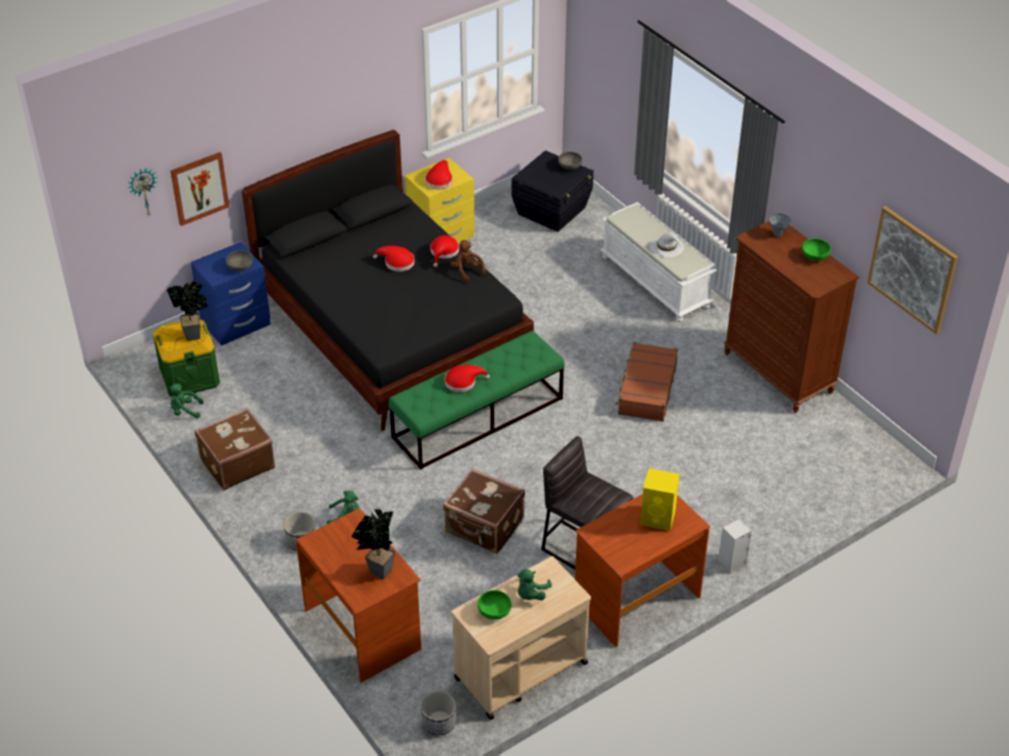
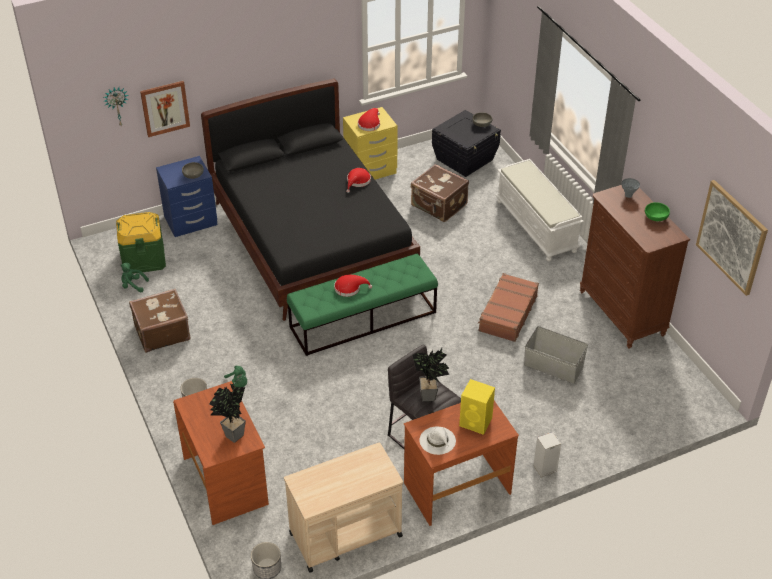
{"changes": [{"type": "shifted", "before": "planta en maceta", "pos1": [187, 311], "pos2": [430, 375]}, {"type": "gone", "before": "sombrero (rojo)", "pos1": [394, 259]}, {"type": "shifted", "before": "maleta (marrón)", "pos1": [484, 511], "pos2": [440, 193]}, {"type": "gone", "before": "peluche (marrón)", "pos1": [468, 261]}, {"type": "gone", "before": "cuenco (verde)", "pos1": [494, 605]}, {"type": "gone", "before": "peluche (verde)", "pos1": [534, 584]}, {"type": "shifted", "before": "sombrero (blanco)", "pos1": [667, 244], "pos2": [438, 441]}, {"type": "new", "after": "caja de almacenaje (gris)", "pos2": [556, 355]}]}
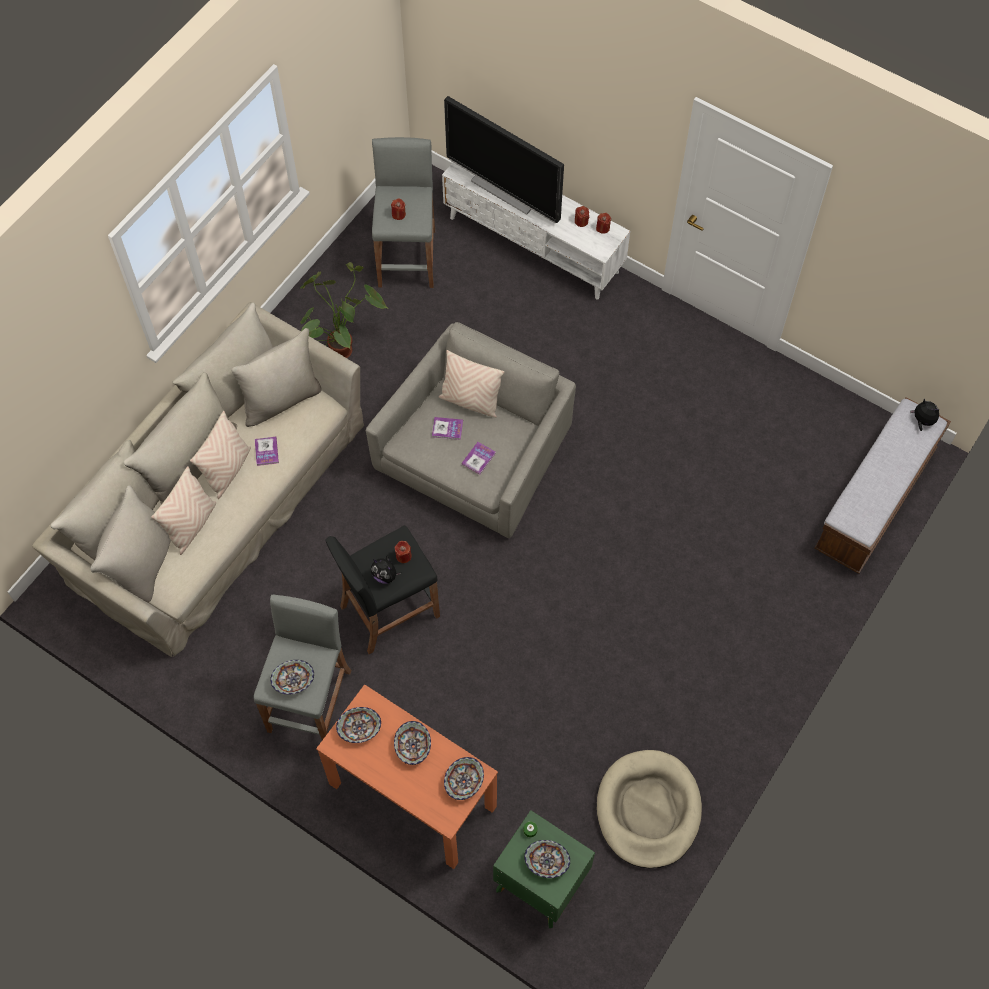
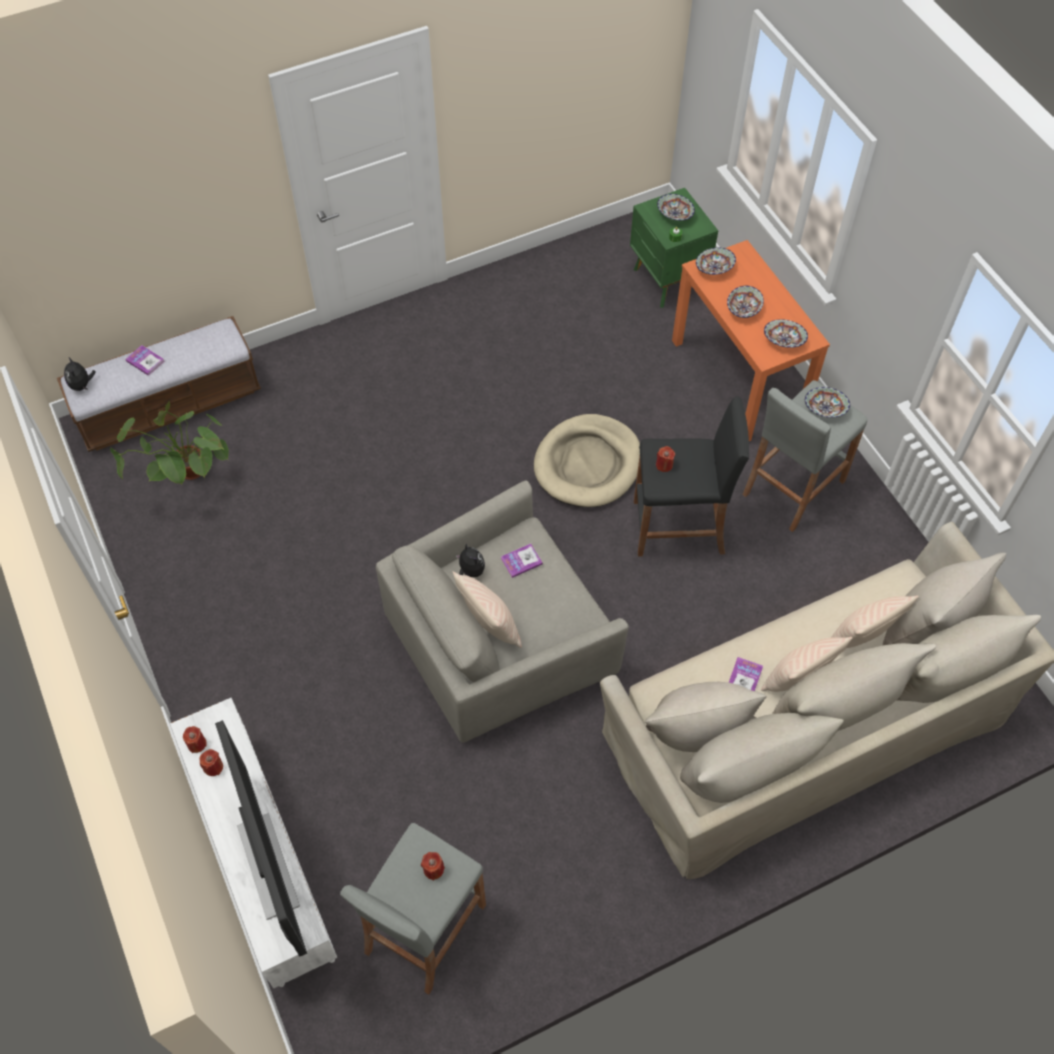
{"changes": [{"type": "shifted", "before": "planta en maceta", "pos1": [344, 310], "pos2": [169, 442]}, {"type": "shifted", "before": "peluche", "pos1": [386, 569], "pos2": [470, 560]}, {"type": "shifted", "before": "libro", "pos1": [447, 428], "pos2": [144, 360]}, {"type": "shifted", "before": "cama para perro (beis)", "pos1": [649, 809], "pos2": [587, 461]}]}
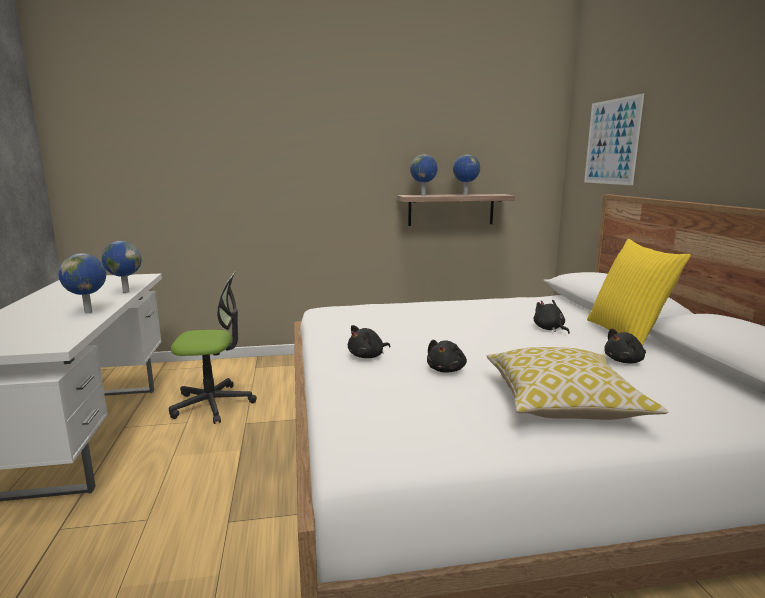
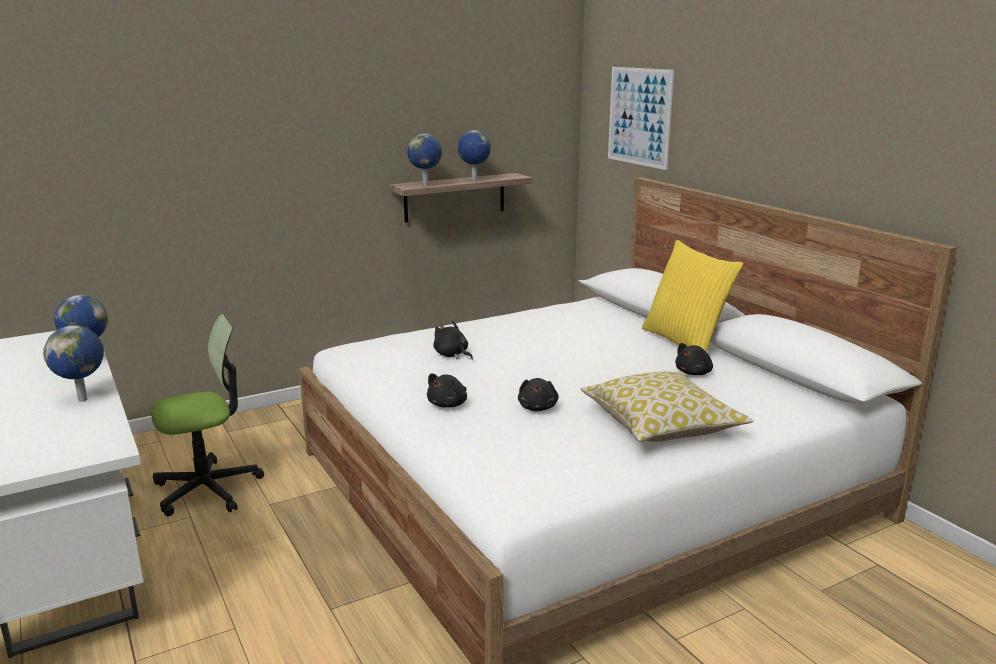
{"changes": [{"type": "shifted", "before": "peluche (negro)", "pos1": [551, 317], "pos2": [453, 340]}]}
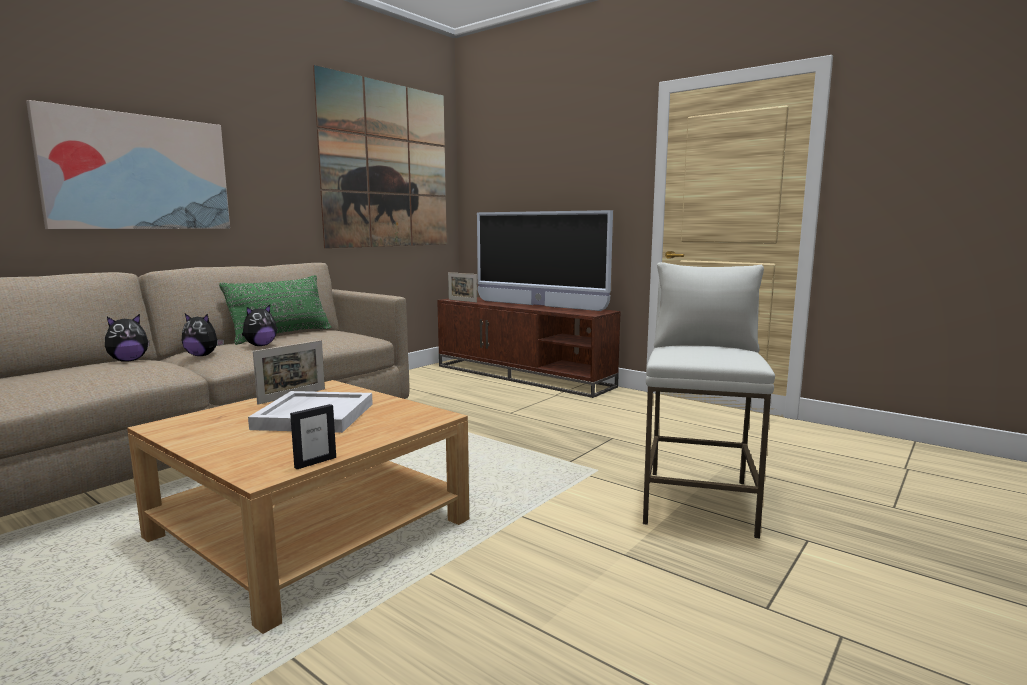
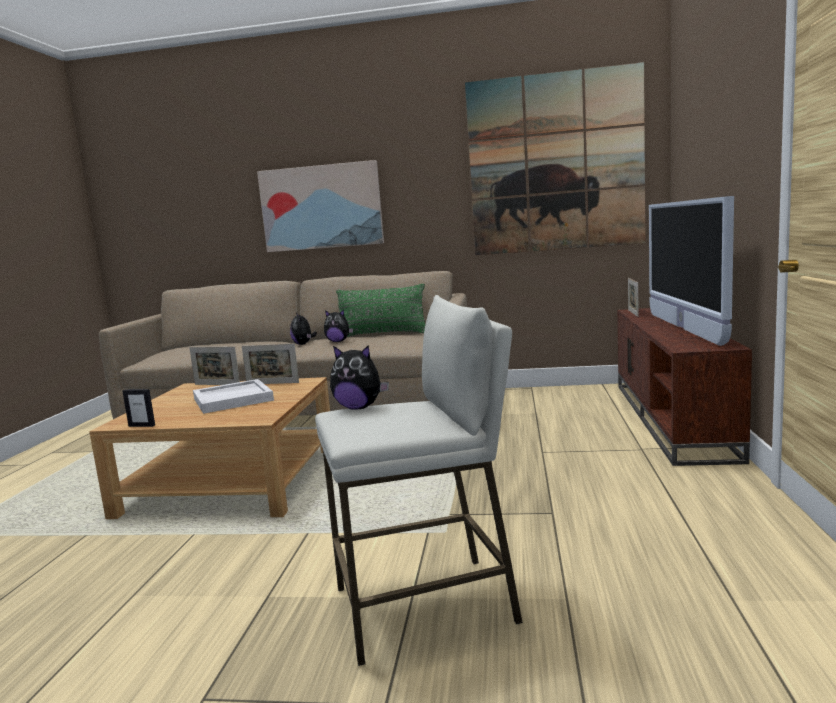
{"changes": [{"type": "shifted", "before": "peluche", "pos1": [127, 338], "pos2": [359, 378]}, {"type": "new", "after": "portarretratos", "pos2": [214, 365]}]}
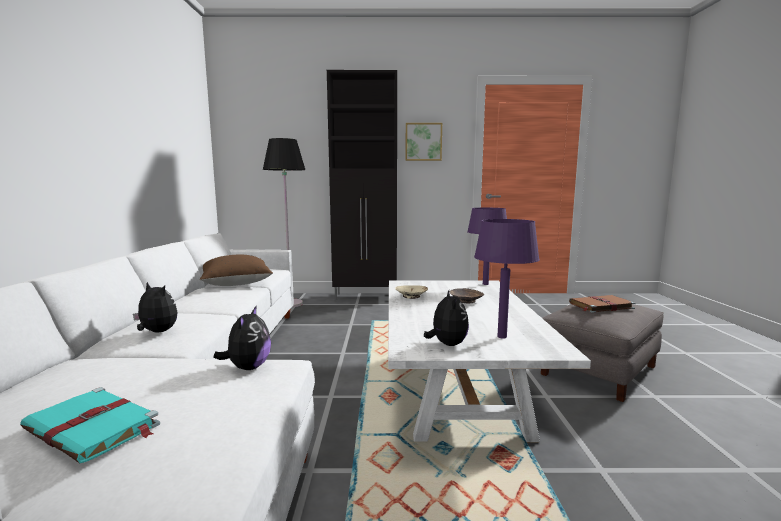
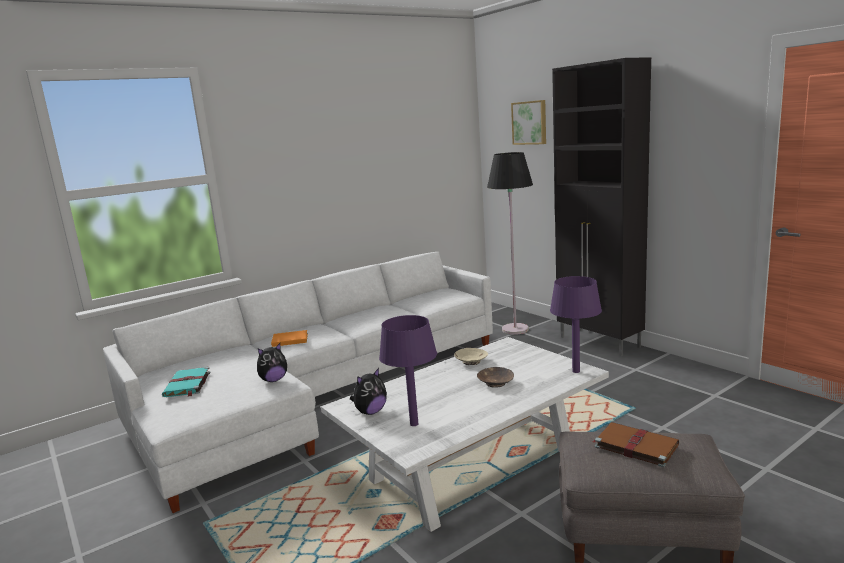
{"changes": [{"type": "swapped", "before": "peluche", "after": "libro (naranja)", "pos1": [155, 307], "pos2": [289, 338]}, {"type": "gone", "before": "cojín (marrón)", "pos1": [236, 270]}, {"type": "shifted", "before": "cuadro", "pos1": [423, 142], "pos2": [528, 122]}]}
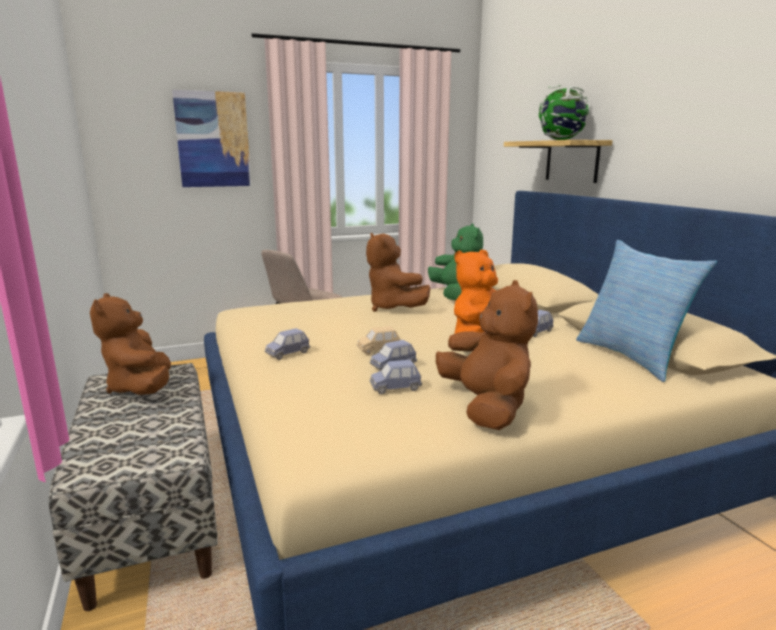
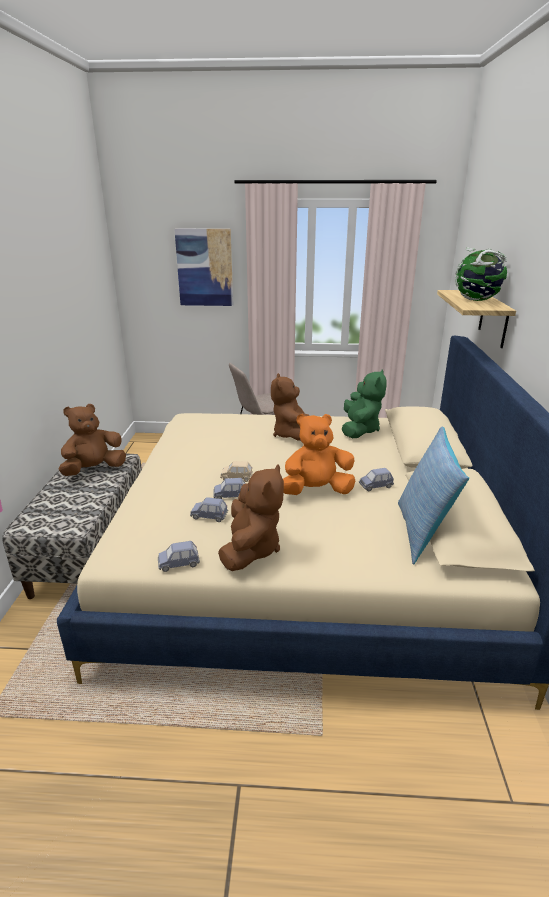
{"changes": [{"type": "rotated", "before": "peluche (marrón)", "pos1": [130, 344], "pos2": [92, 440], "turn": 45}, {"type": "shifted", "before": "coche de juguete (azul)", "pos1": [287, 344], "pos2": [179, 556]}]}
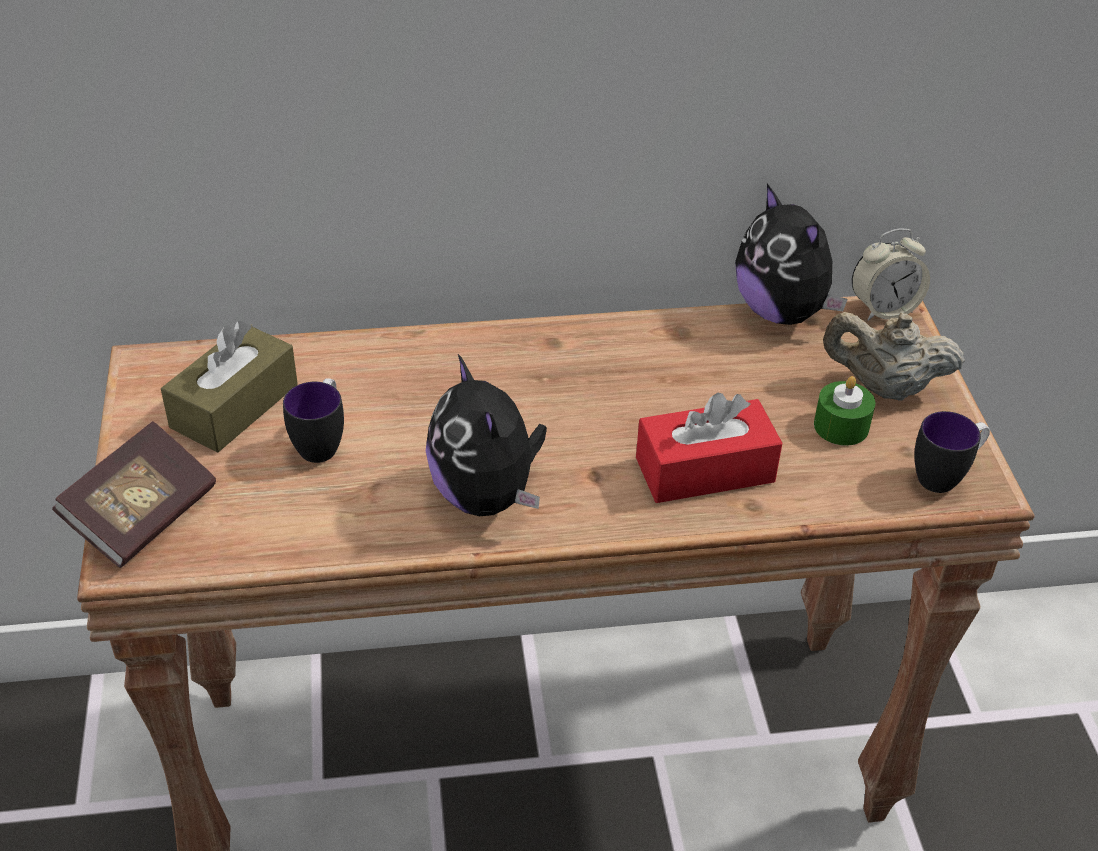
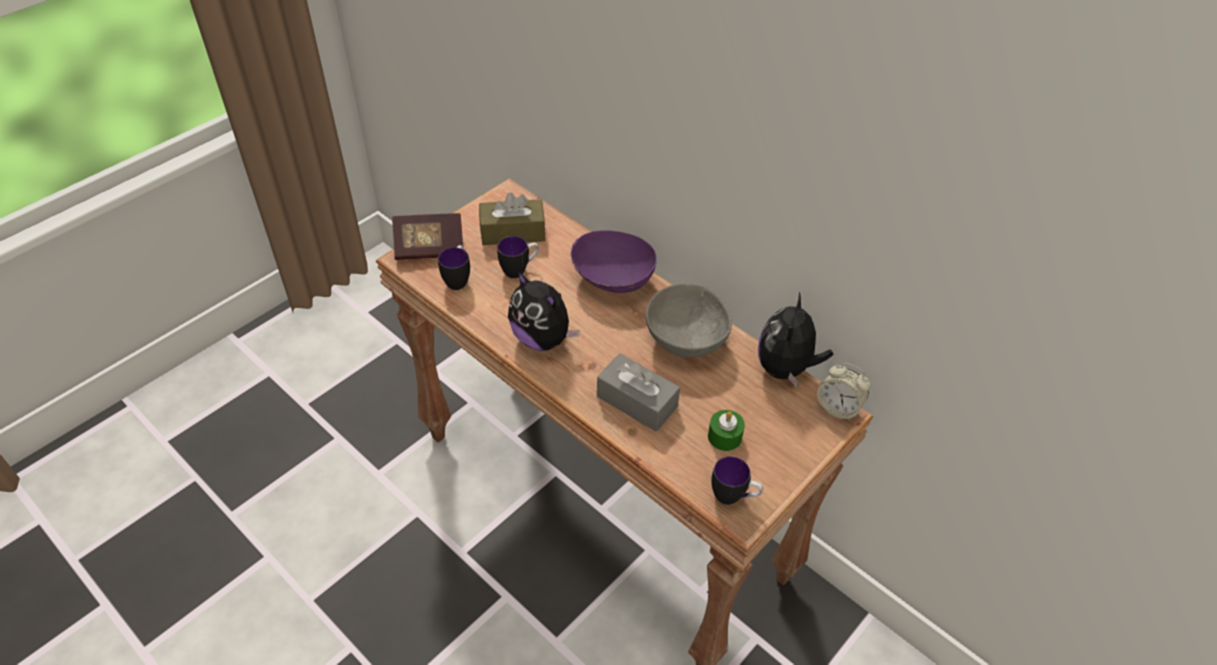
{"changes": [{"type": "rotated", "before": "peluche", "pos1": [486, 435], "pos2": [544, 311], "turn": -75}, {"type": "repainted", "before": "caja de pañuelos (rojo)", "after": "caja de pañuelos (gris)", "pos1": [709, 448], "pos2": [638, 392]}, {"type": "gone", "before": "tetera (beis)", "pos1": [894, 356]}, {"type": "new", "after": "taza grande", "pos2": [454, 267]}, {"type": "new", "after": "cuenco (morado)", "pos2": [614, 261]}, {"type": "new", "after": "cuenco (gris)", "pos2": [689, 320]}]}
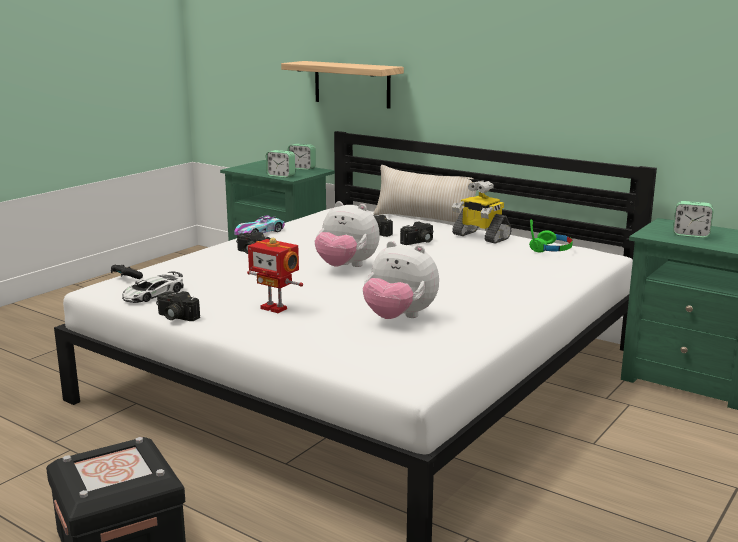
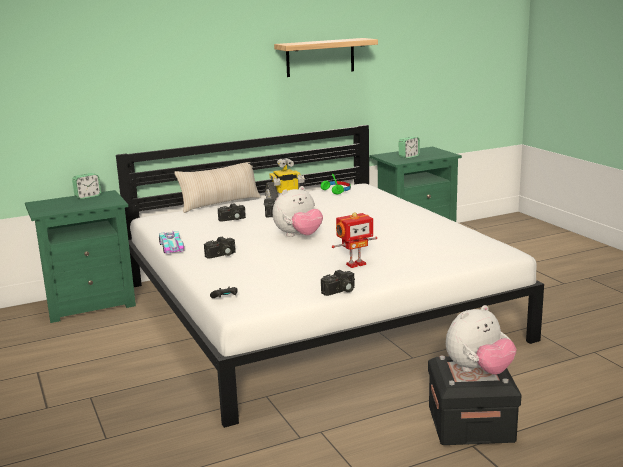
{"changes": [{"type": "gone", "before": "coche de juguete", "pos1": [153, 287]}, {"type": "gone", "before": "despertador", "pos1": [280, 164]}, {"type": "shifted", "before": "estante", "pos1": [342, 85], "pos2": [326, 57]}, {"type": "shifted", "before": "peluche", "pos1": [401, 280], "pos2": [481, 340]}]}
